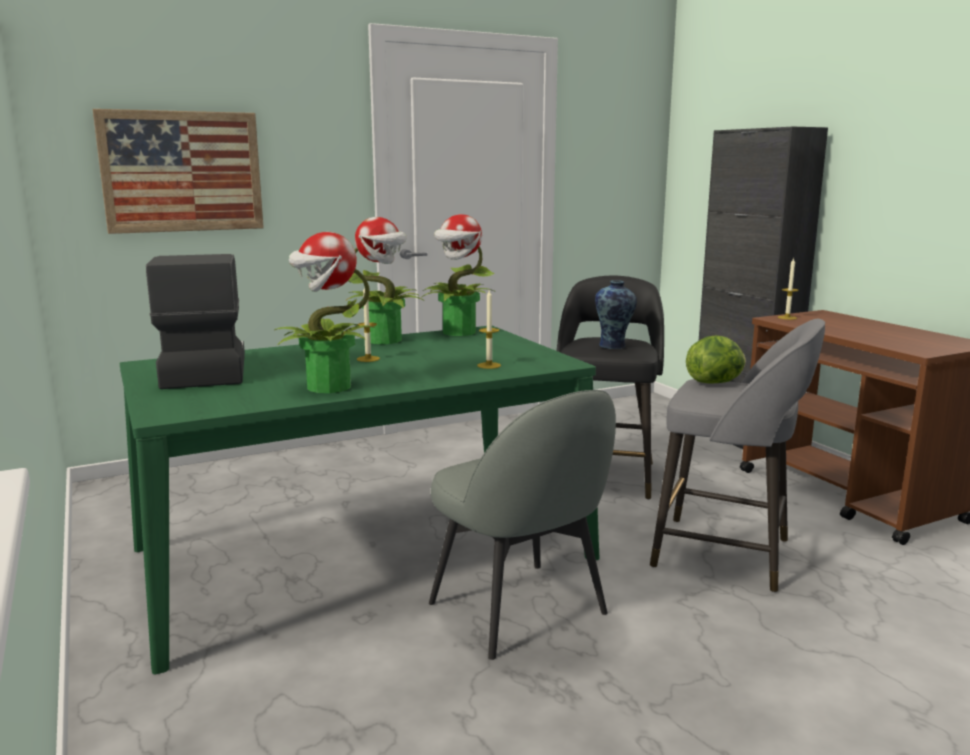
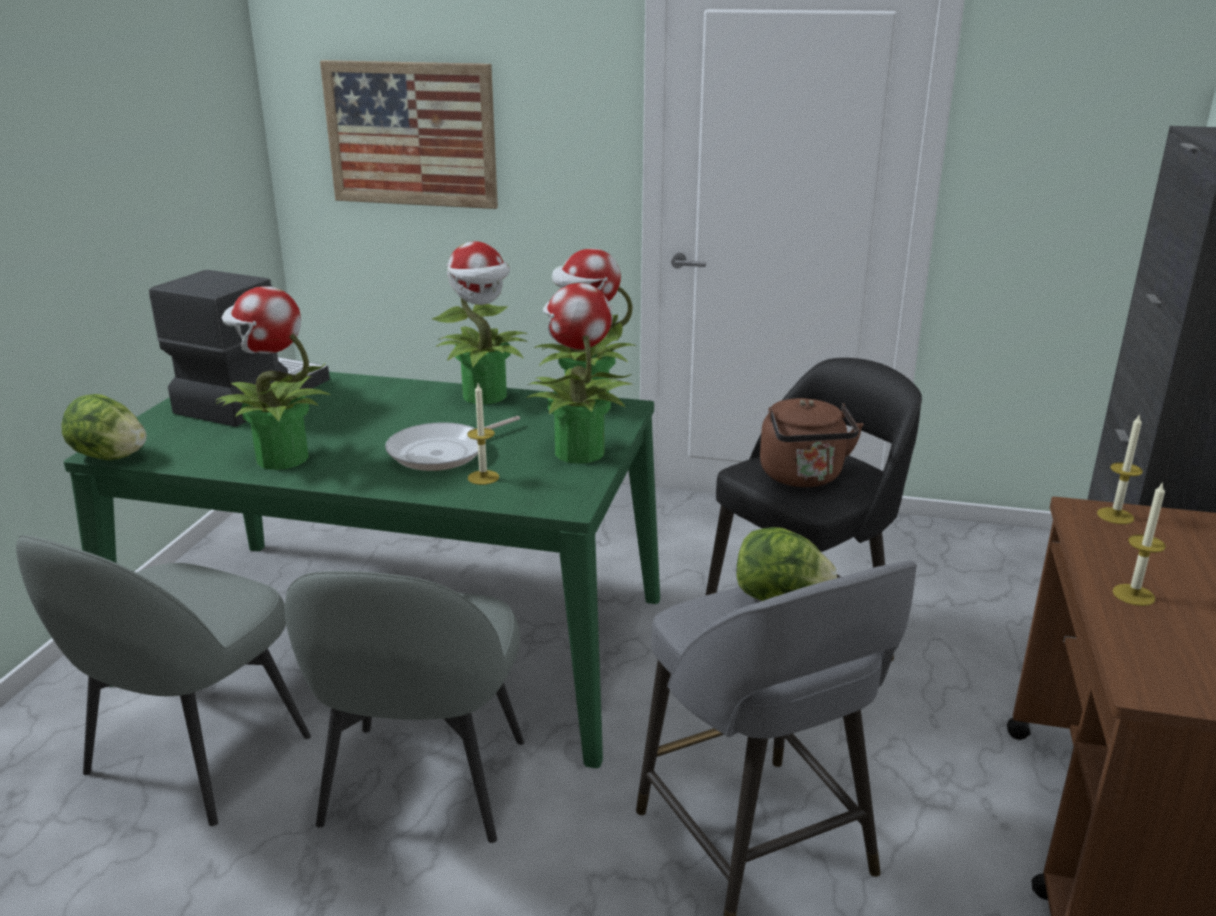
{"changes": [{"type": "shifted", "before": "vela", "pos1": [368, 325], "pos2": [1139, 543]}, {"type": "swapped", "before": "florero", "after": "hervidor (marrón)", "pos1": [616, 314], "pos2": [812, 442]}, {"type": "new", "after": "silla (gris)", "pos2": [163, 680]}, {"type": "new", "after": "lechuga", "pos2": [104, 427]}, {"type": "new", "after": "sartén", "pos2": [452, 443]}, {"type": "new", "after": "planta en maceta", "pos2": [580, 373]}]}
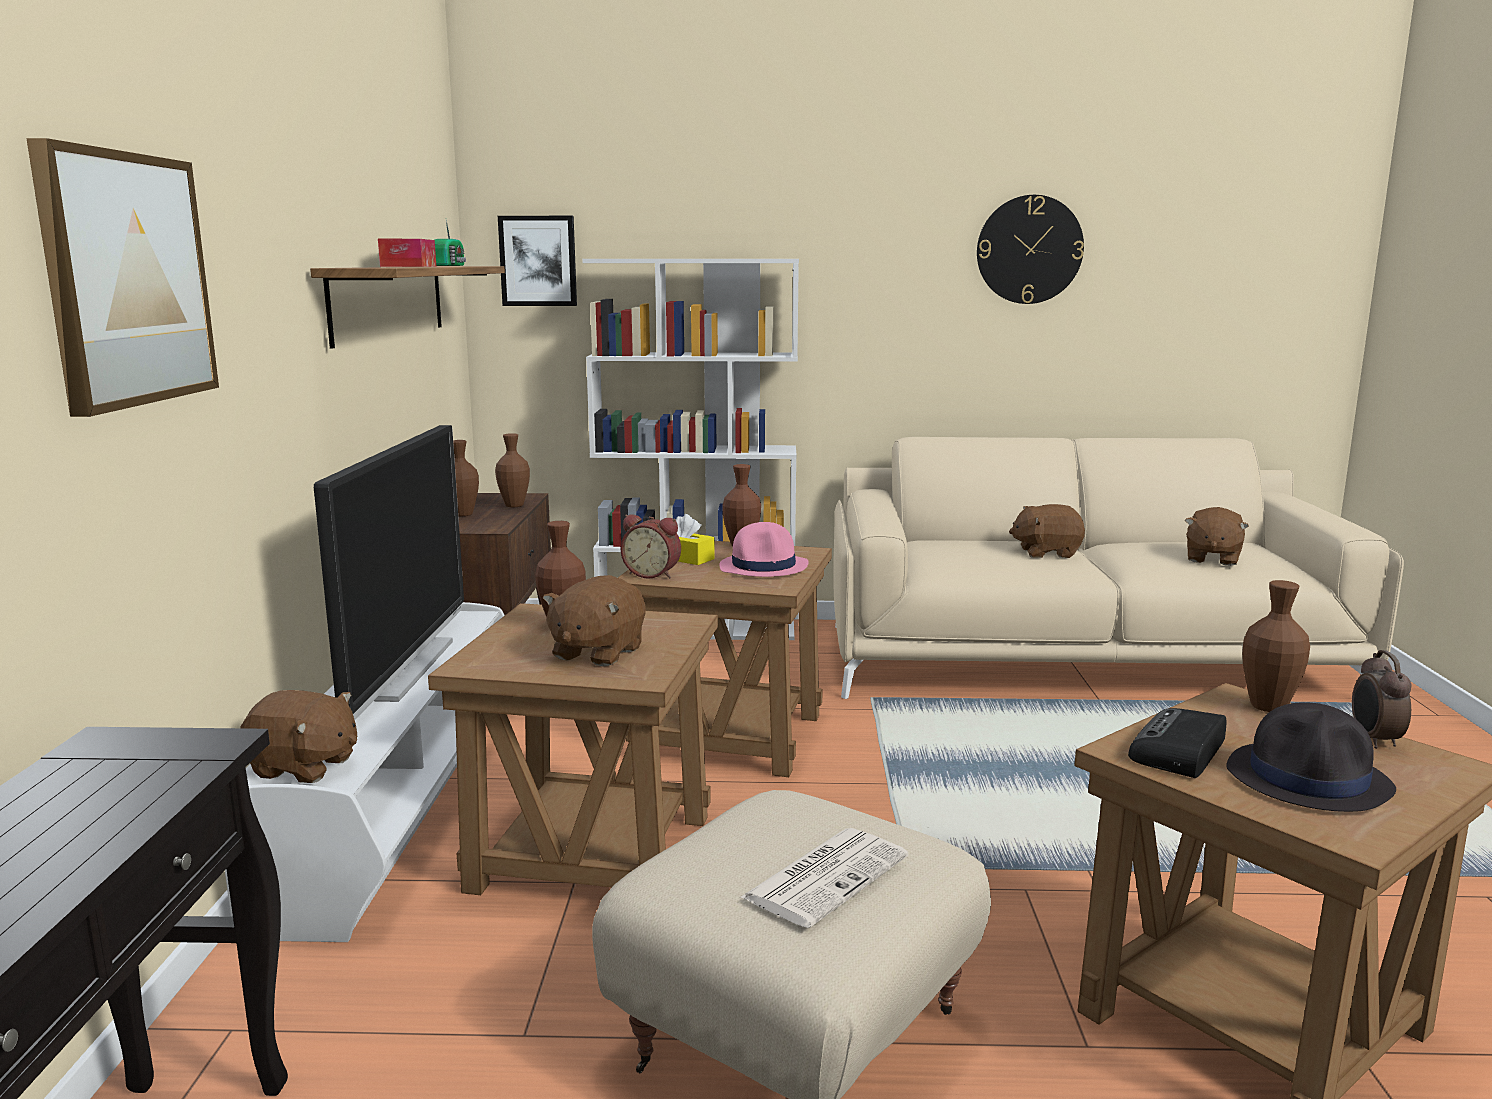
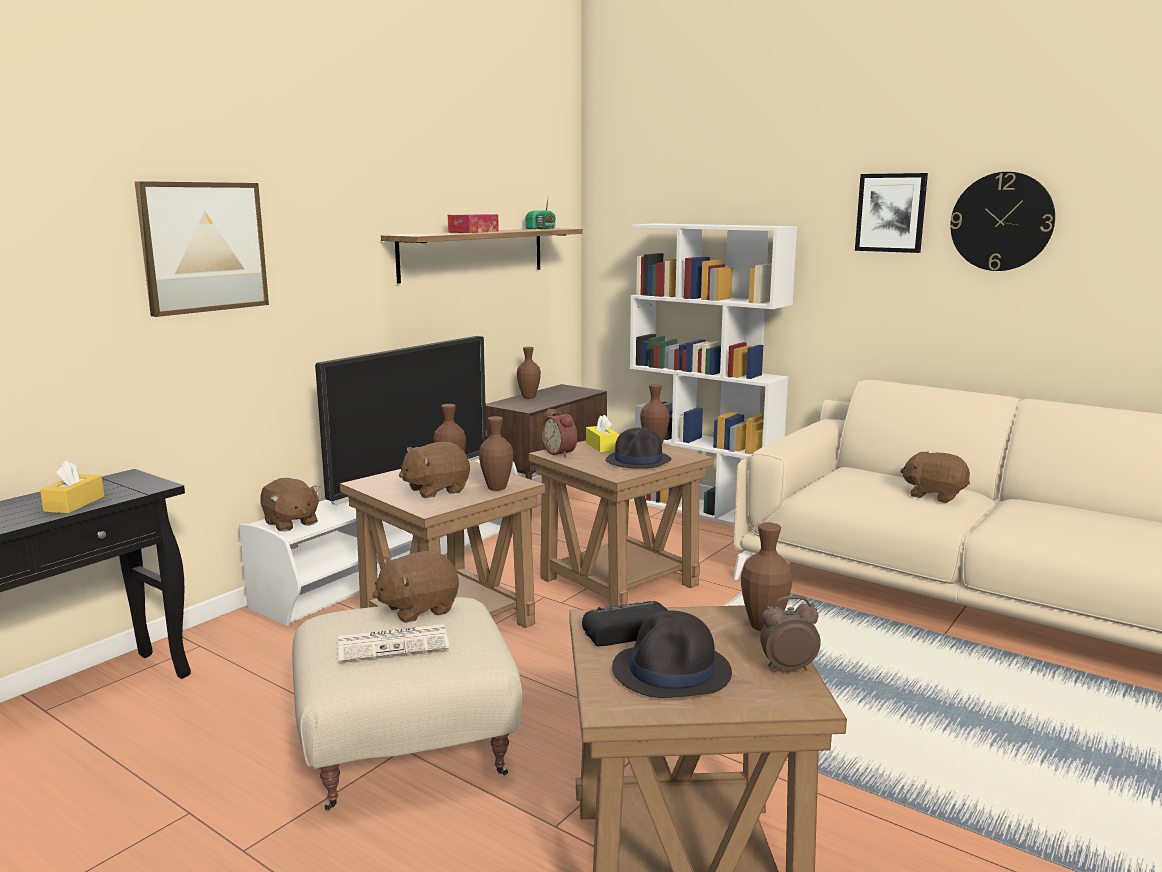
{"changes": [{"type": "shifted", "before": "florero (marrón)", "pos1": [512, 470], "pos2": [496, 453]}, {"type": "shifted", "before": "cuadro", "pos1": [537, 261], "pos2": [891, 213]}, {"type": "repainted", "before": "sombrero (rosa)", "after": "sombrero (negro)", "pos1": [764, 549], "pos2": [638, 448]}, {"type": "shifted", "before": "peluche (marrón)", "pos1": [1217, 536], "pos2": [415, 587]}, {"type": "rotated", "before": "despertador", "pos1": [1382, 699], "pos2": [790, 634], "turn": 45}, {"type": "new", "after": "caja de pañuelos (amarillo)", "pos2": [72, 487]}]}
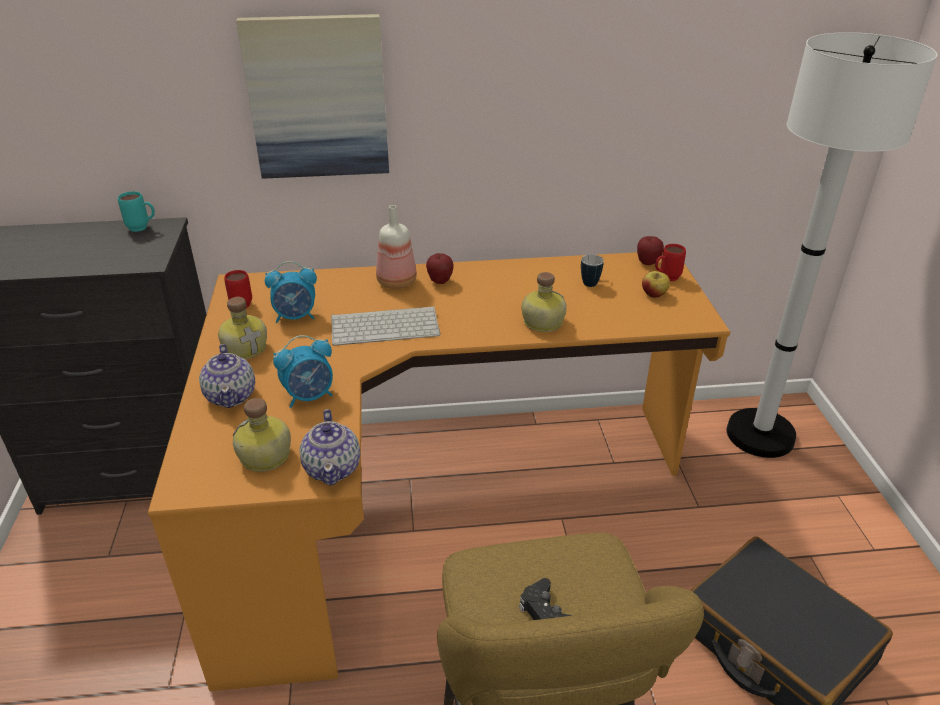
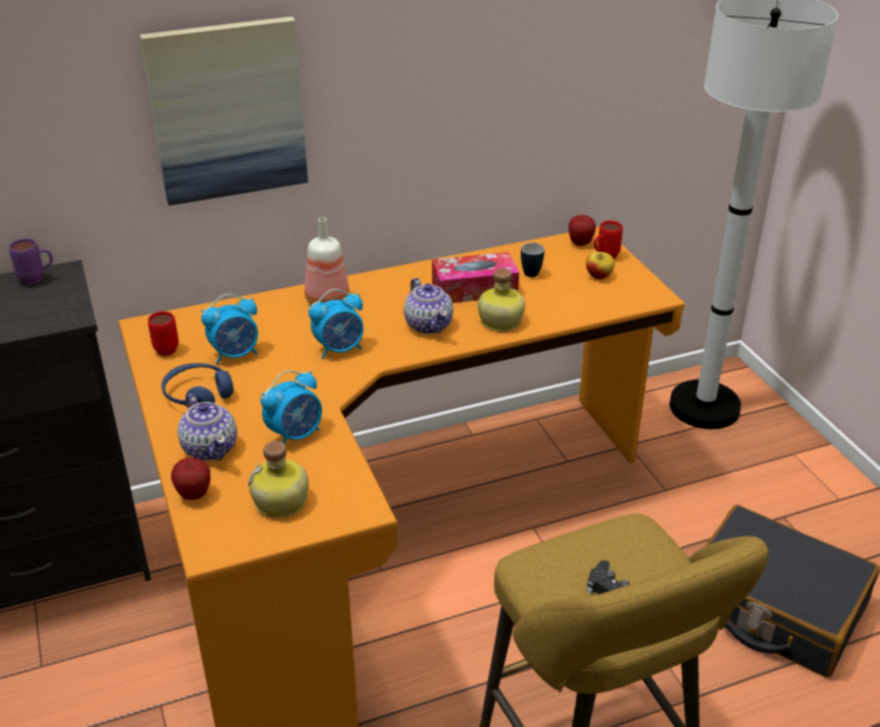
{"changes": [{"type": "repainted", "before": "taza grande (turquesa)", "after": "taza grande (morado)", "pos1": [136, 211], "pos2": [31, 261]}, {"type": "swapped", "before": "botella", "after": "auriculares (azul)", "pos1": [242, 328], "pos2": [197, 385]}, {"type": "shifted", "before": "tetera", "pos1": [329, 447], "pos2": [428, 306]}, {"type": "swapped", "before": "teclado", "after": "despertador", "pos1": [385, 326], "pos2": [335, 324]}, {"type": "shifted", "before": "manzana", "pos1": [439, 268], "pos2": [190, 479]}, {"type": "new", "after": "caja de pañuelos", "pos2": [475, 277]}]}
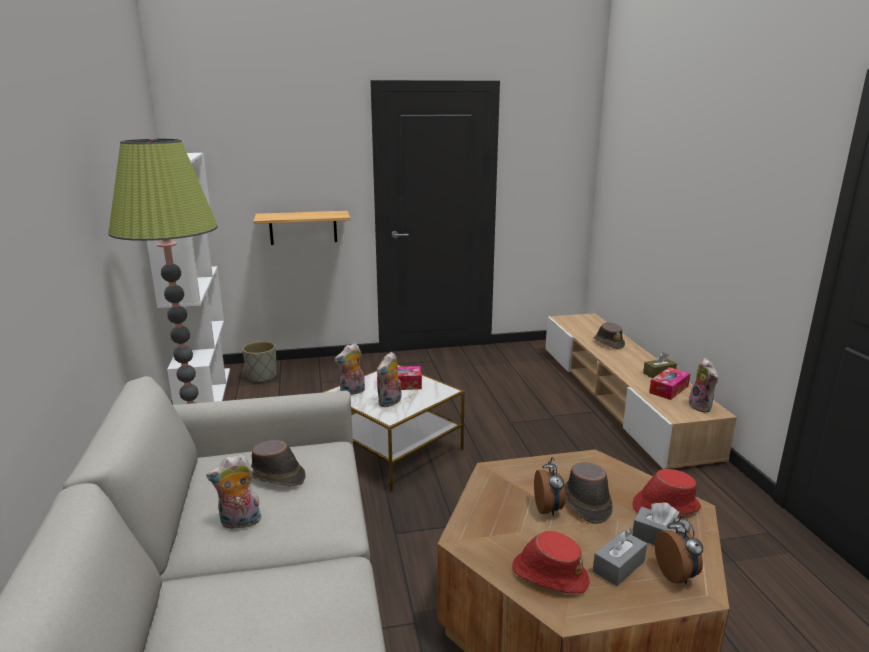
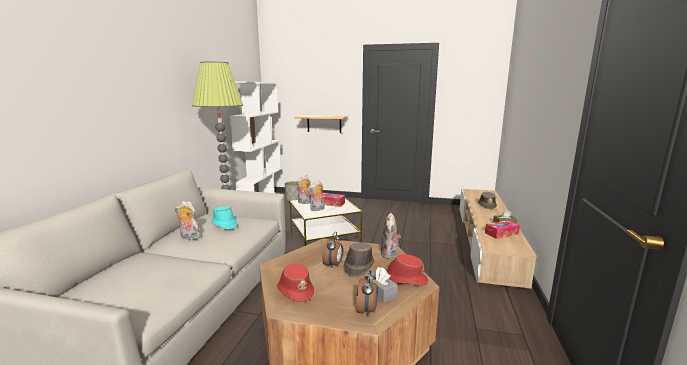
{"changes": [{"type": "repainted", "before": "sombrero (marrón)", "after": "sombrero (turquesa)", "pos1": [278, 463], "pos2": [224, 218]}, {"type": "gone", "before": "caja de pañuelos (gris)", "pos1": [620, 557]}, {"type": "shifted", "before": "peluche", "pos1": [703, 385], "pos2": [391, 236]}]}
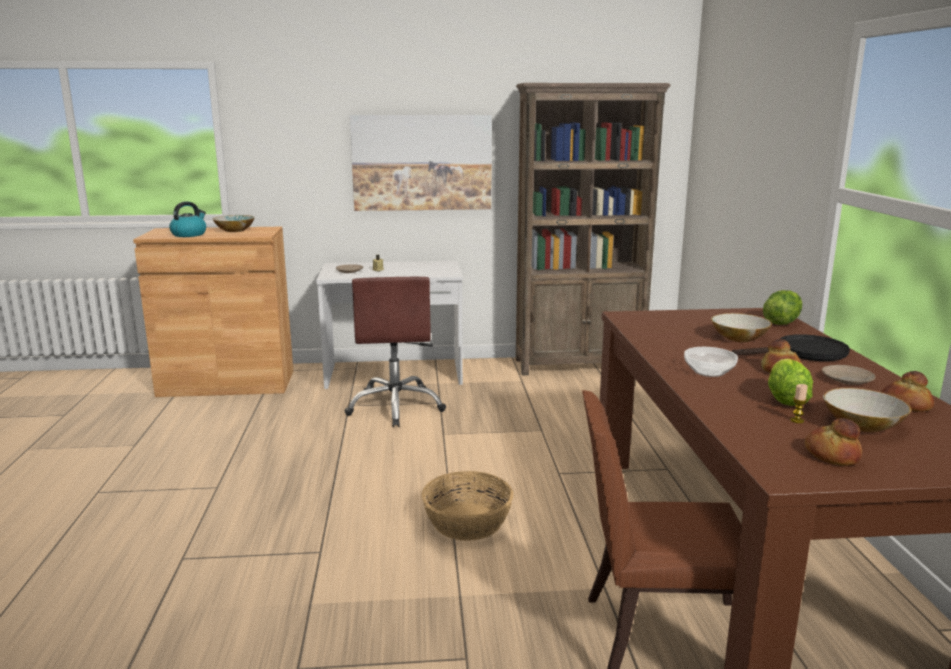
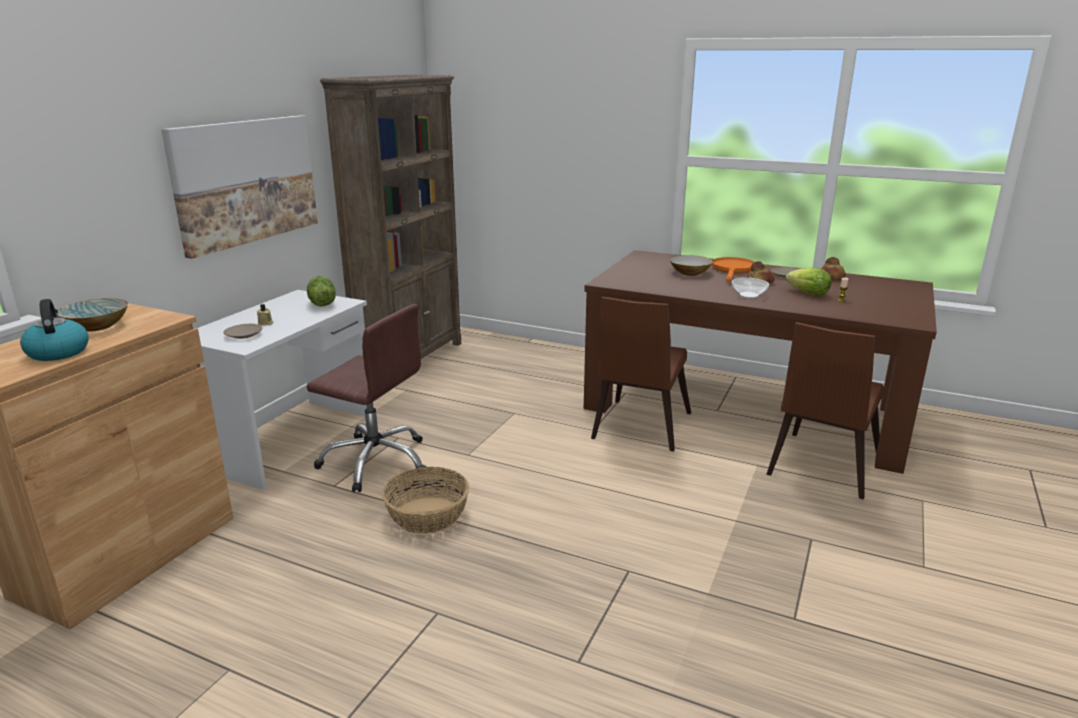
{"changes": [{"type": "shifted", "before": "cesta", "pos1": [467, 506], "pos2": [425, 500]}, {"type": "repainted", "before": "sartén (negro)", "after": "sartén (naranja)", "pos1": [791, 347], "pos2": [733, 269]}, {"type": "shifted", "before": "lechuga", "pos1": [782, 307], "pos2": [321, 291]}, {"type": "gone", "before": "pan", "pos1": [833, 442]}, {"type": "gone", "before": "cuenco", "pos1": [867, 410]}, {"type": "new", "after": "silla (marrón)", "pos2": [641, 374]}]}
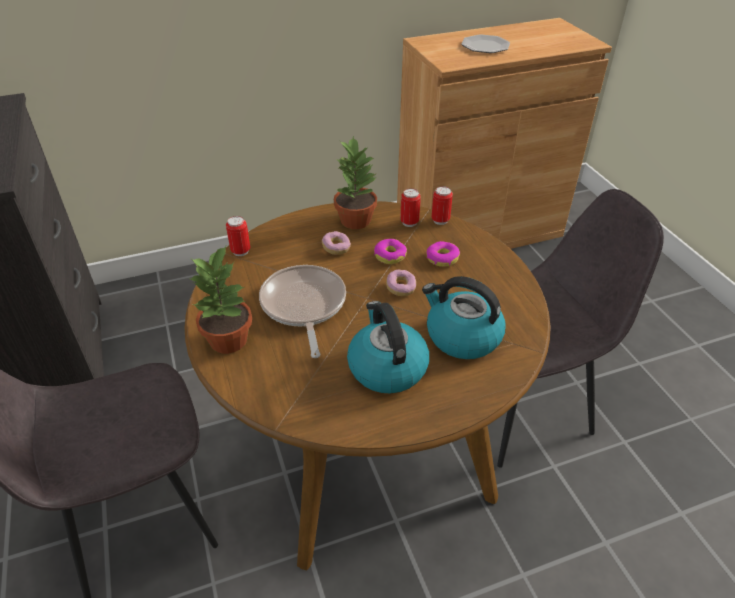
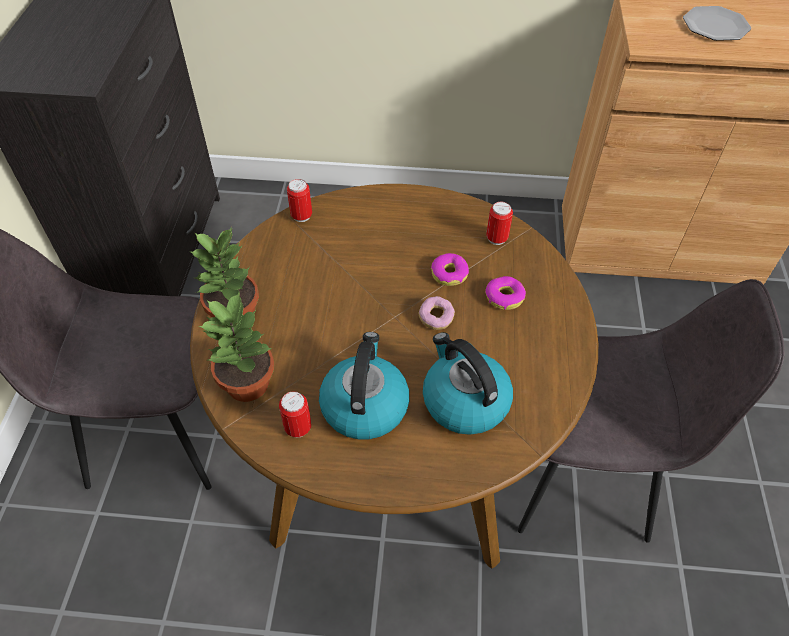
{"changes": [{"type": "gone", "before": "sartén", "pos1": [302, 311]}, {"type": "gone", "before": "rosquilla", "pos1": [336, 243]}, {"type": "shifted", "before": "planta en maceta", "pos1": [355, 182], "pos2": [236, 347]}, {"type": "shifted", "before": "lata", "pos1": [442, 205], "pos2": [295, 414]}]}
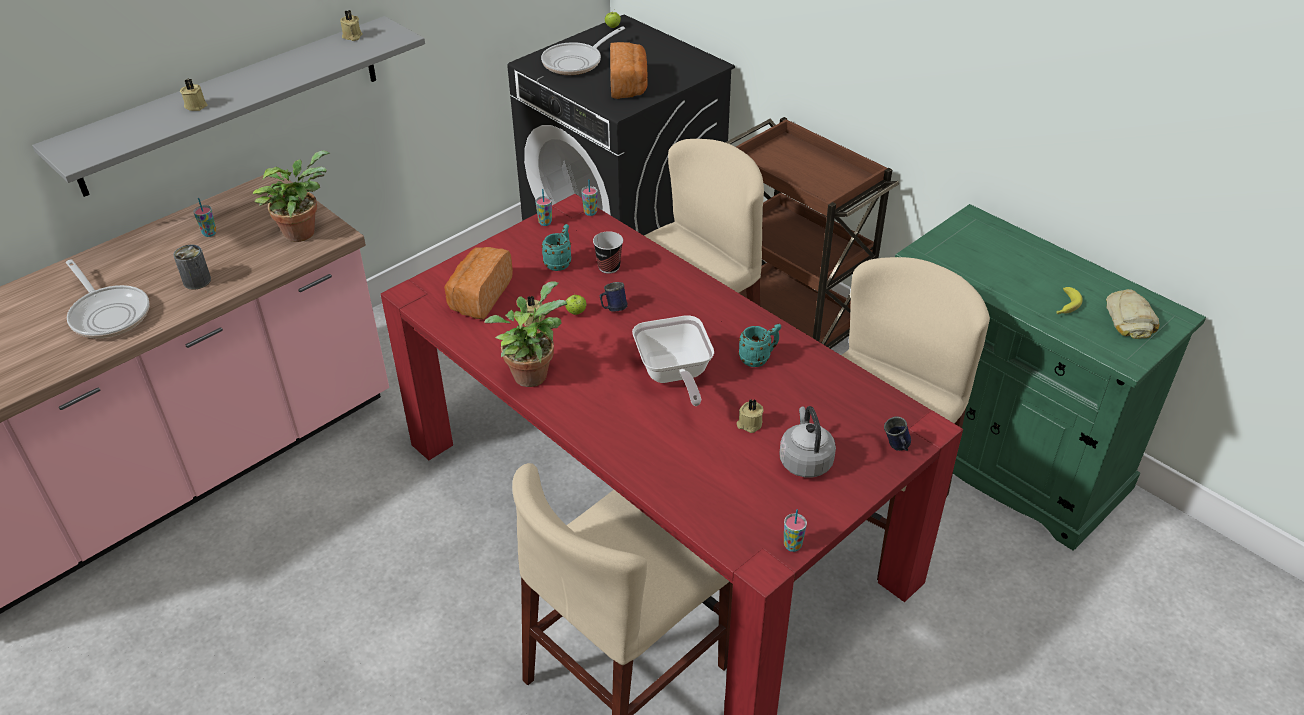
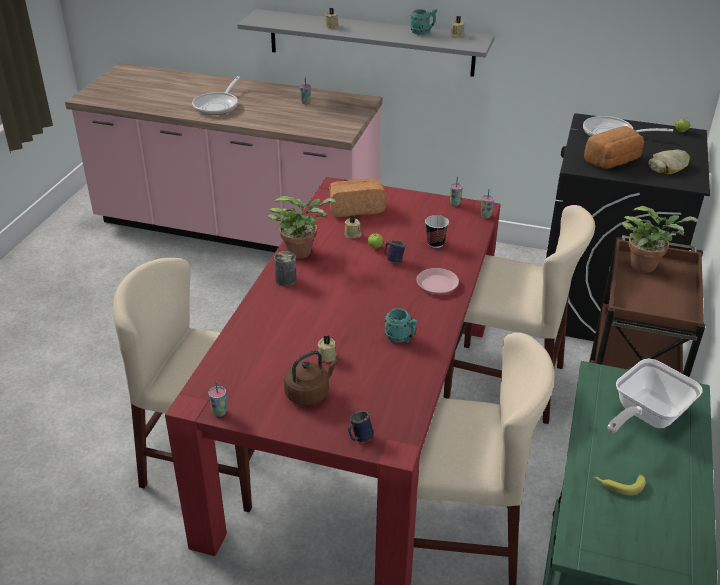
{"changes": [{"type": "shifted", "before": "lata", "pos1": [192, 267], "pos2": [285, 268]}, {"type": "shifted", "before": "planta en maceta", "pos1": [291, 196], "pos2": [659, 239]}, {"type": "shifted", "before": "taza grande (turquesa)", "pos1": [557, 247], "pos2": [423, 22]}, {"type": "shifted", "before": "sartén", "pos1": [673, 360], "pos2": [655, 396]}, {"type": "repainted", "before": "hervidor (gris)", "after": "hervidor (marrón)", "pos1": [807, 441], "pos2": [311, 378]}, {"type": "shifted", "before": "pan", "pos1": [1132, 314], "pos2": [669, 162]}, {"type": "new", "after": "plato (rosa)", "pos2": [437, 281]}]}
